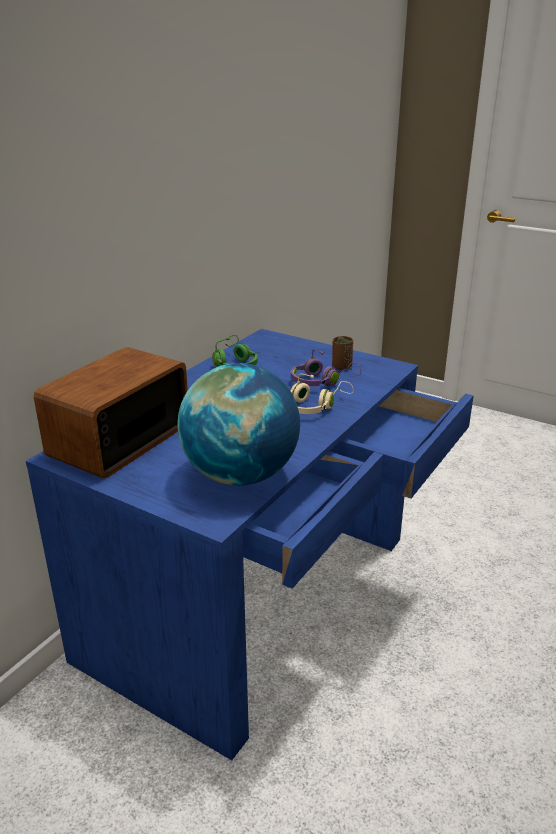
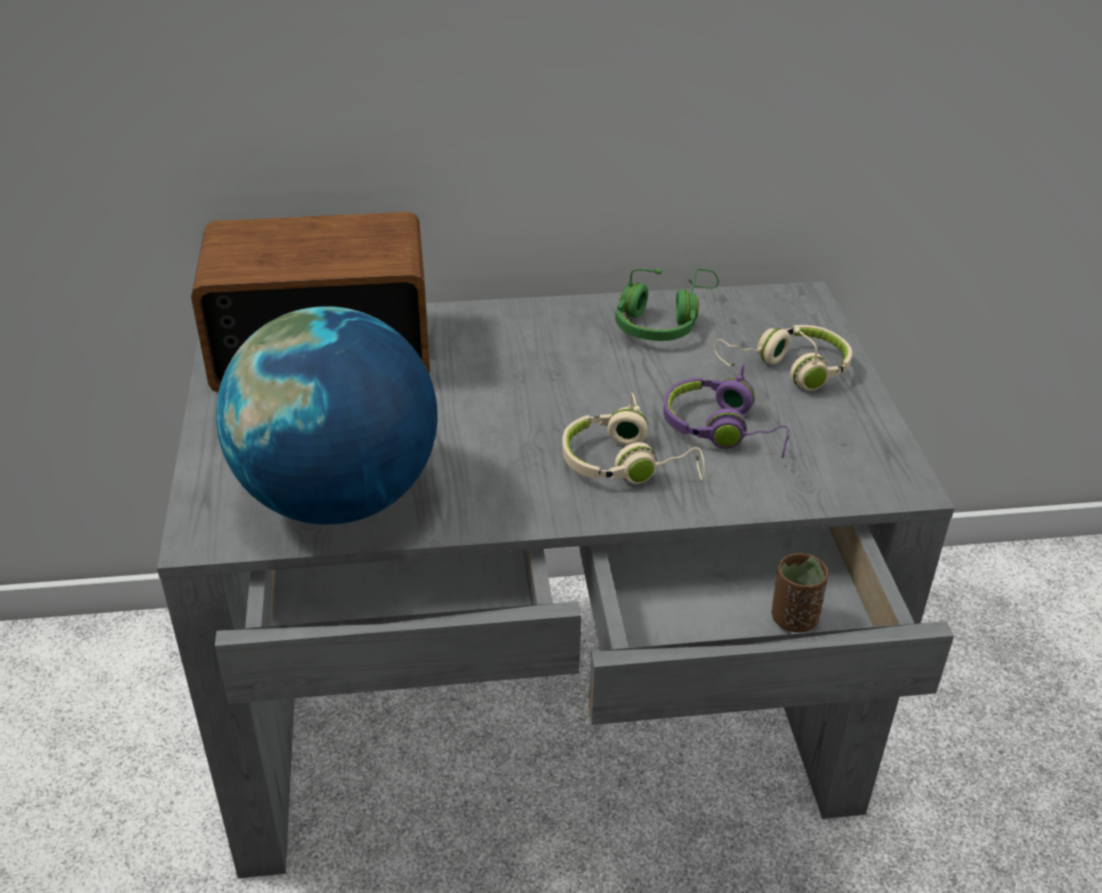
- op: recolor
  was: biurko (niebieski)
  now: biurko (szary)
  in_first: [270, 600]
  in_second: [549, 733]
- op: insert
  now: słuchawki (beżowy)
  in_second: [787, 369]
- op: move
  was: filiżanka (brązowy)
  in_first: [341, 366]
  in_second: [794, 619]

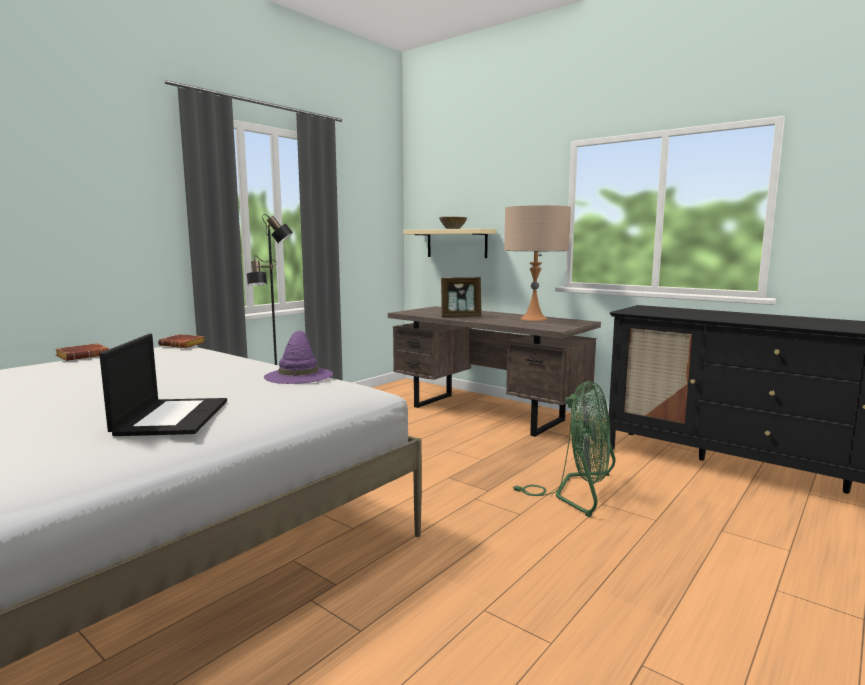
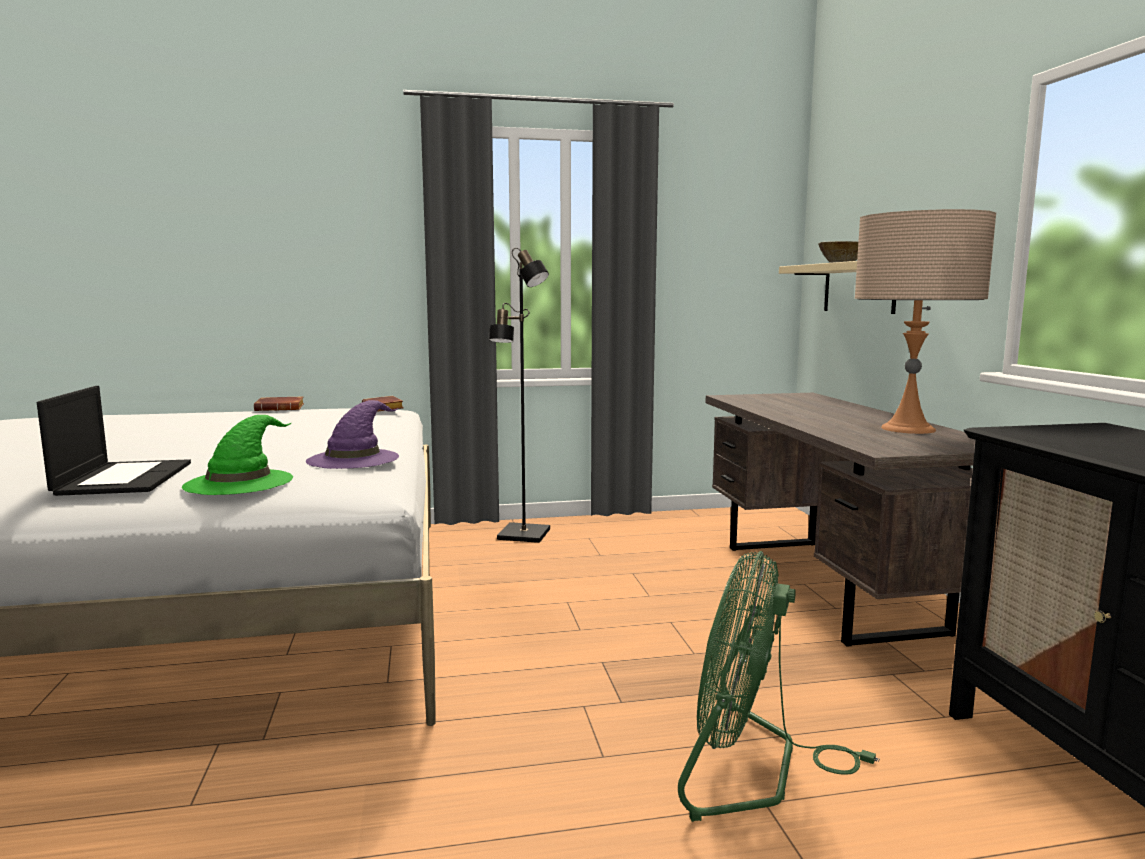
- op: rotate
  was: laptop
  in_first: [172, 417]
  in_second: [124, 478]
  clockwise: -45
- op: insert
  now: kapelusz (zielony)
  in_second: [240, 481]
- op: rotate
  was: wentylator (zielony)
  in_first: [576, 491]
  in_second: [756, 762]
  clockwise: 135
- op: delete
  was: ramka na zdjęcie
  in_first: [461, 317]

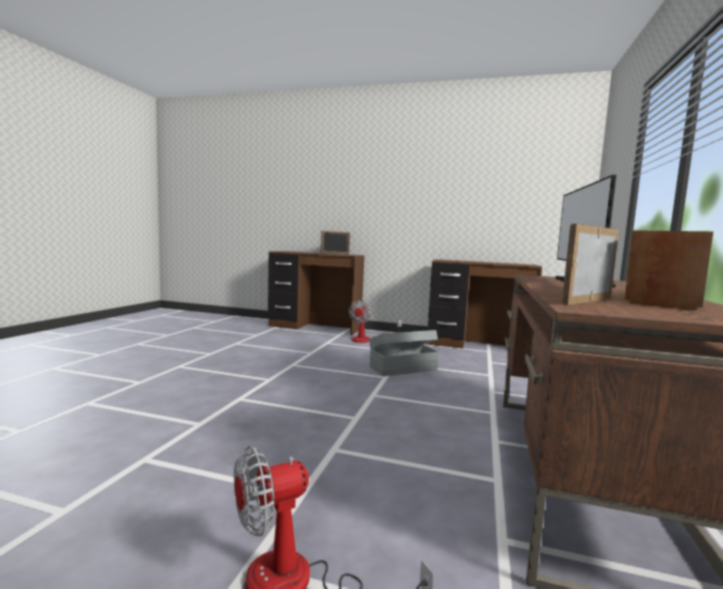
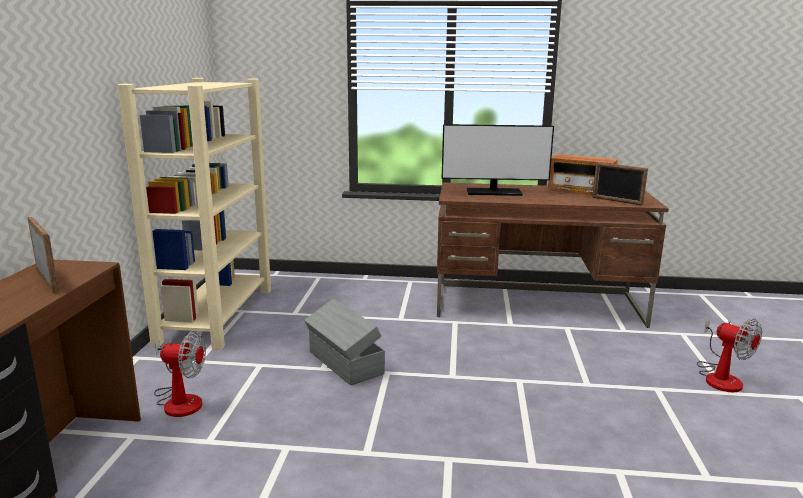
- op: replace
  was: biurko (brązowy)
  now: regał (beżowy)
  in_first: [478, 346]
  in_second: [217, 315]

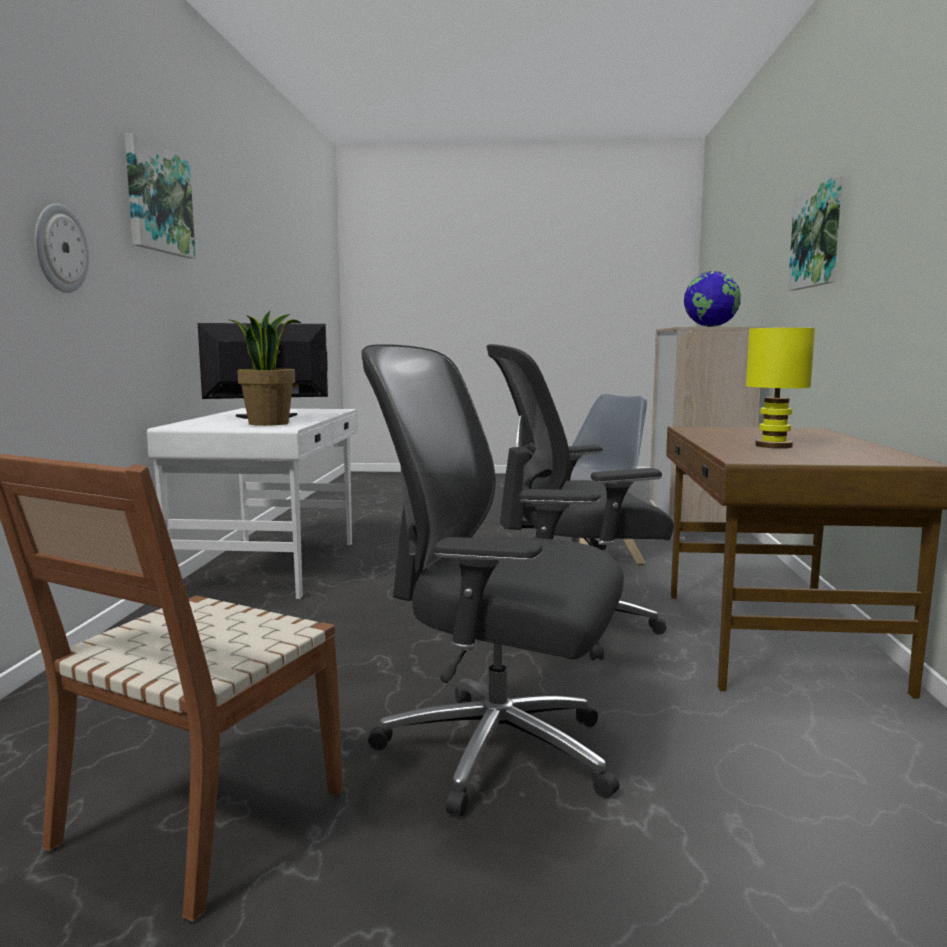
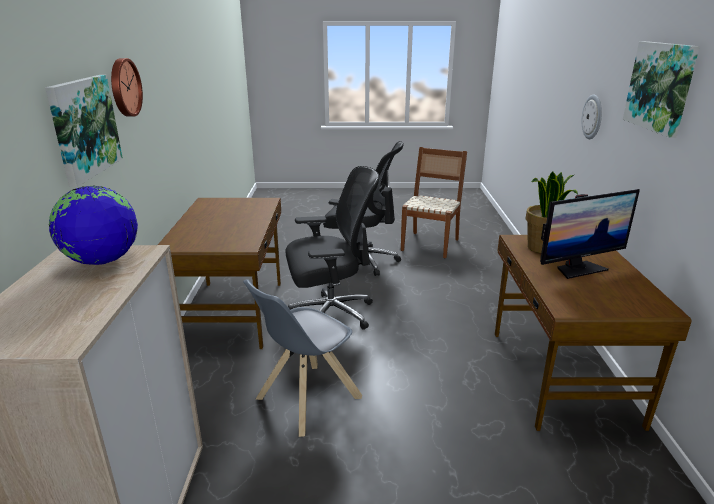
- op: insert
  now: zegar ścienny
  in_second: [124, 87]
- op: recolor
  was: biurko (biały)
  now: biurko (brązowy)
  in_first: [272, 566]
  in_second: [560, 376]
- op: delete
  was: lampa stołowa (żółty)
  in_first: [774, 445]

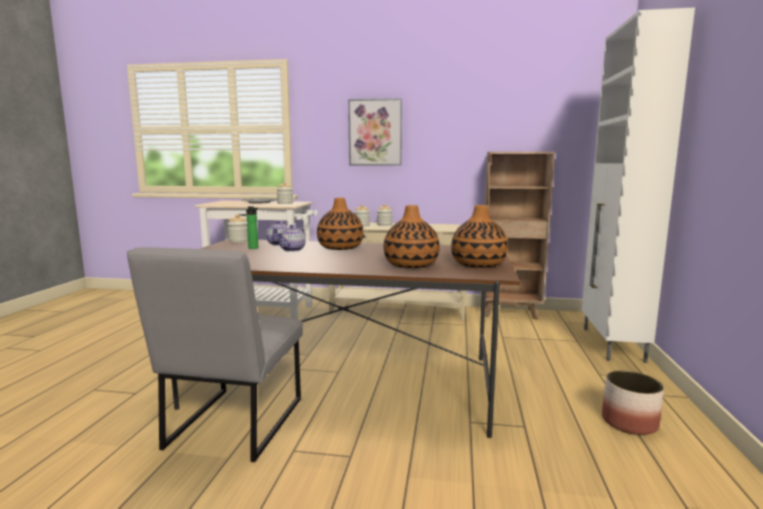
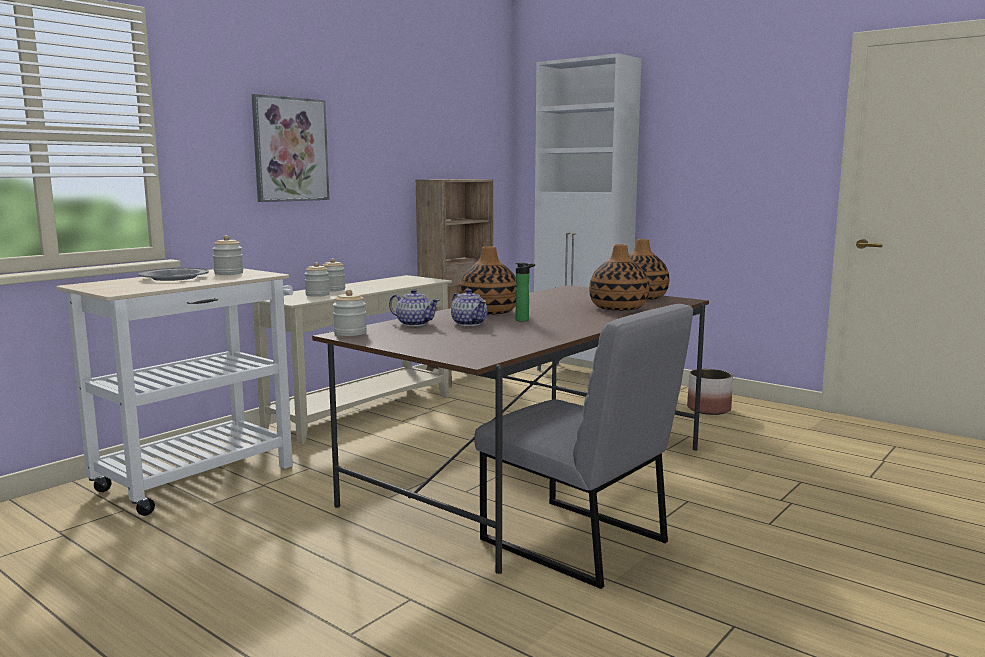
- op: move
  was: butelka
  in_first: [254, 248]
  in_second: [524, 320]

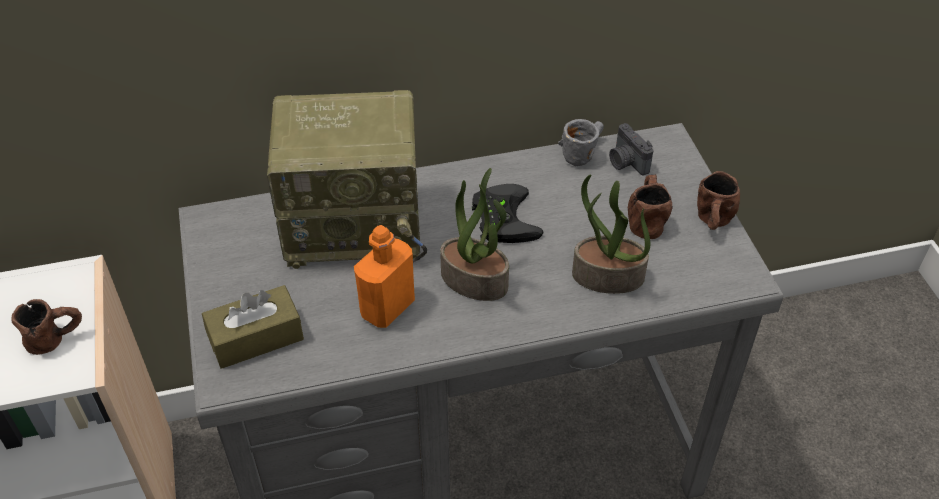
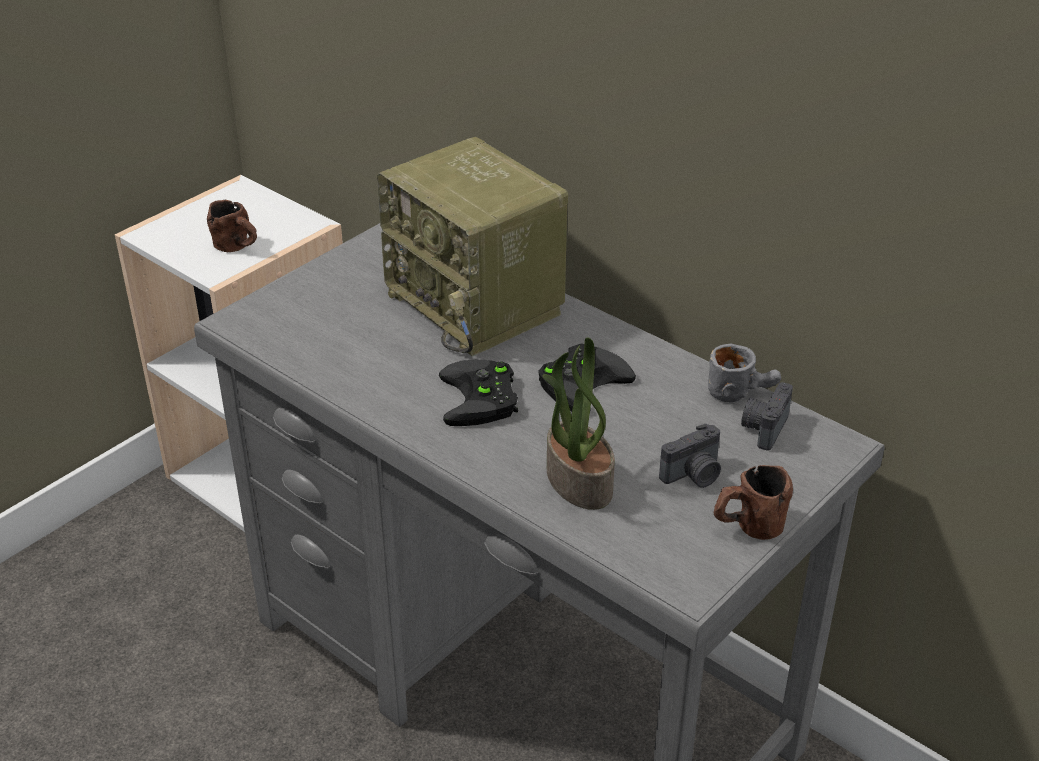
- op: replace
  was: roślina doniczkowa
  now: pad do gier (czarny)
  in_first: [475, 280]
  in_second: [482, 400]
- op: replace
  was: kubek (brązowy)
  now: aparat fotograficzny
  in_first: [645, 218]
  in_second: [694, 475]
- op: delete
  was: pudełko chusteczek (brązowy)
  in_first: [256, 338]
- op: delete
  was: butelka (pomarańczowy)
  in_first: [387, 308]

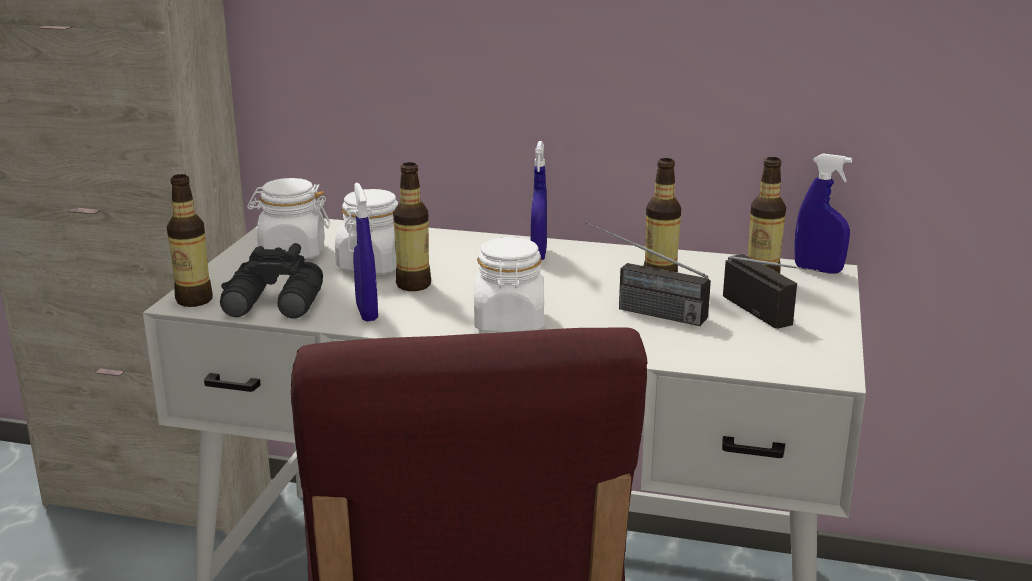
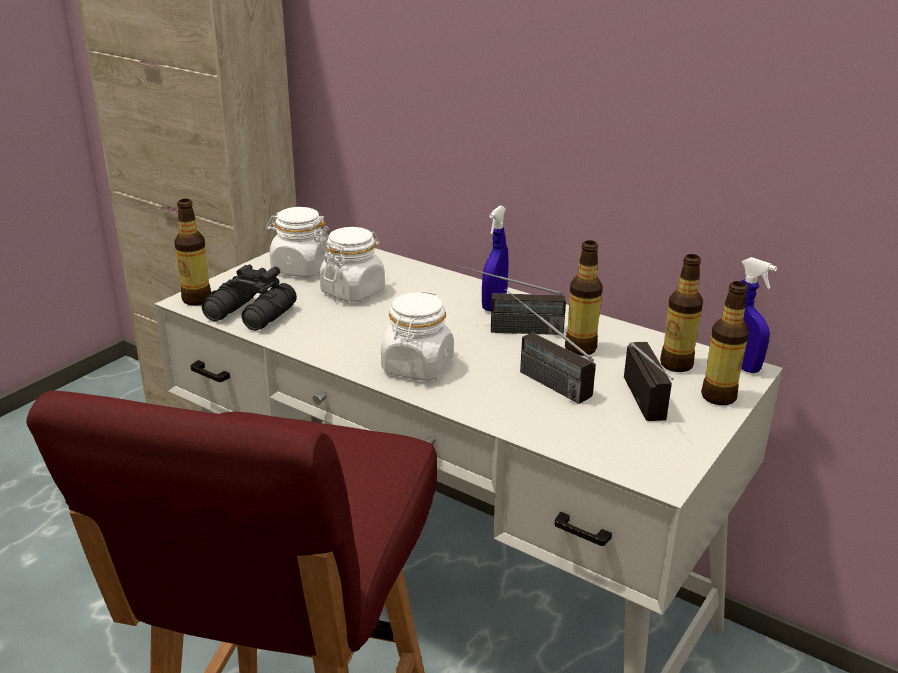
- op: insert
  now: radio
  in_second: [507, 330]
- op: move
  was: butelka
  in_first: [413, 285]
  in_second: [718, 397]
- op: delete
  was: spryskiwacz (niebieski)
  in_first: [367, 312]

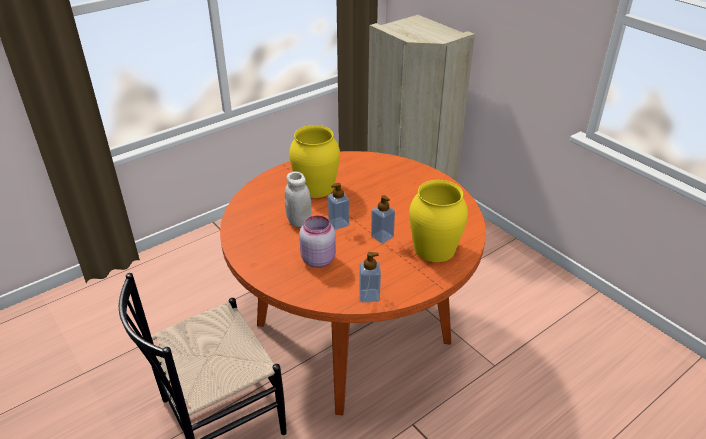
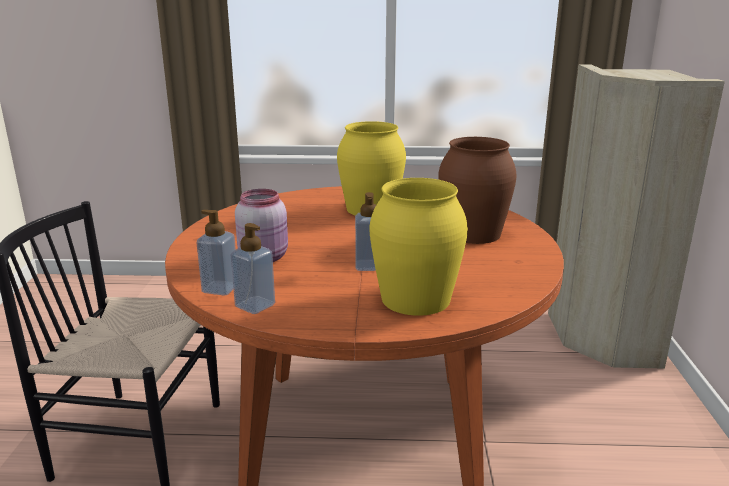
- op: move
  was: dozownik mydła
  in_first: [338, 224]
  in_second: [220, 289]
- op: insert
  now: wazon (brązowy)
  in_second: [473, 233]
- op: delete
  was: słoik (biały)
  in_first: [299, 221]

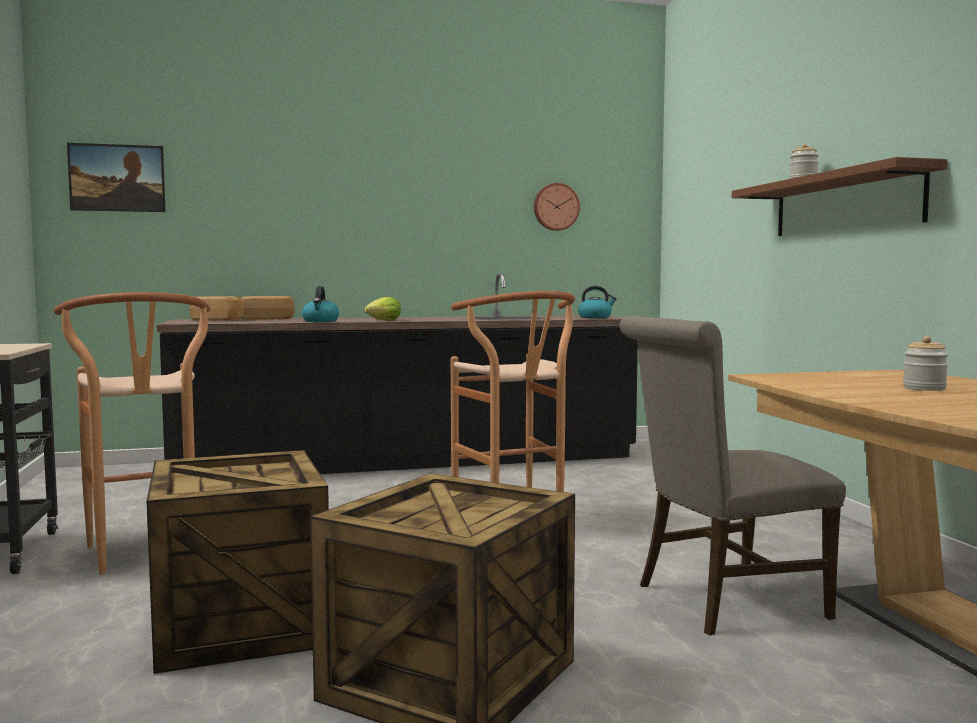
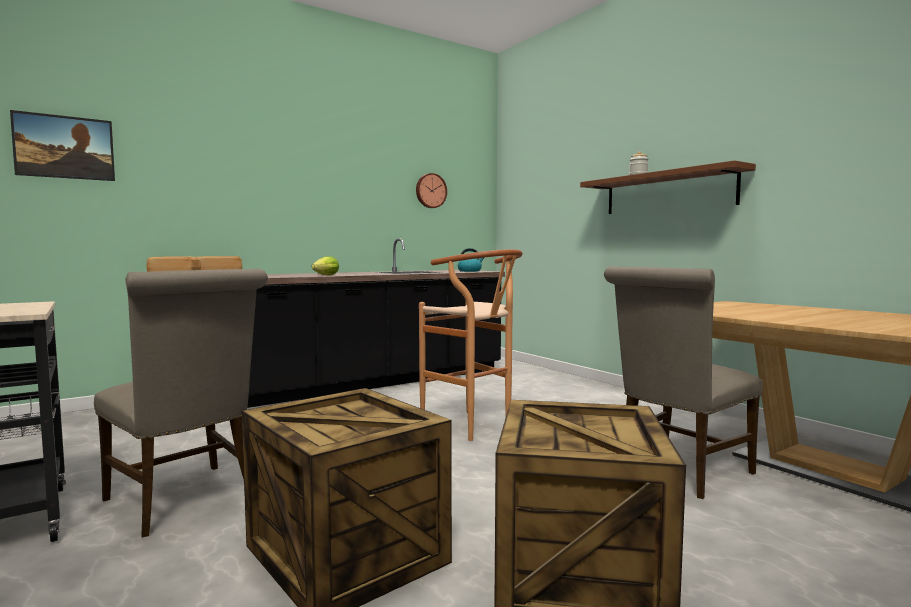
- op: replace
  was: stołek (brązowy)
  now: krzesło (beżowy)
  in_first: [145, 557]
  in_second: [186, 501]
- op: delete
  was: czajnik
  in_first: [320, 321]
- op: delete
  was: słoik
  in_first: [924, 388]

